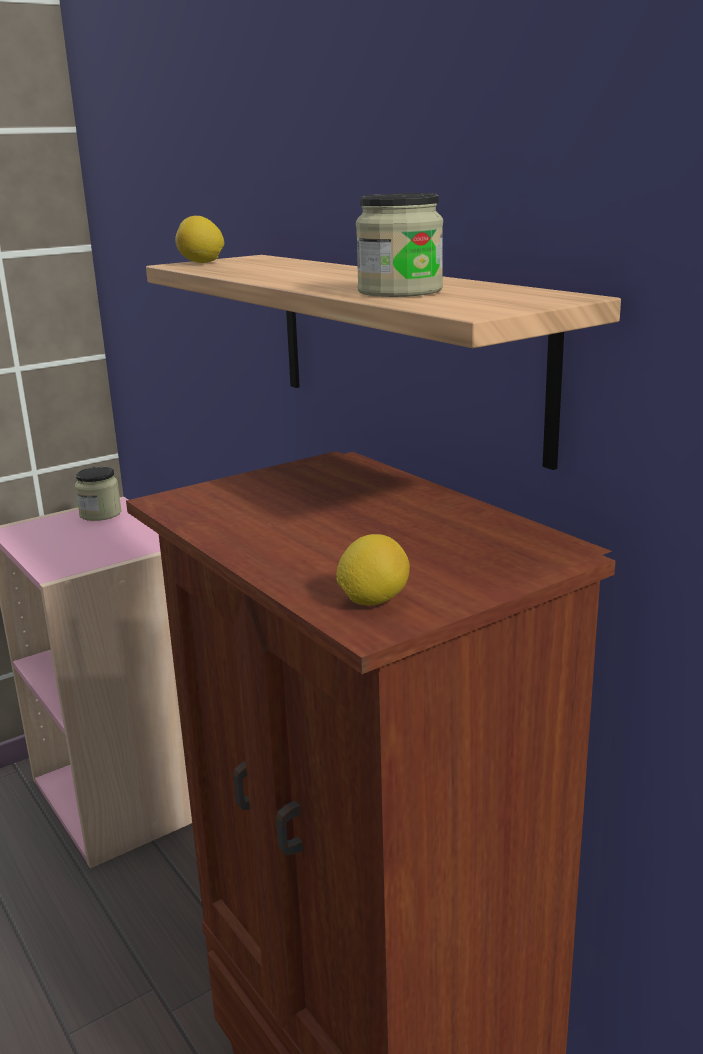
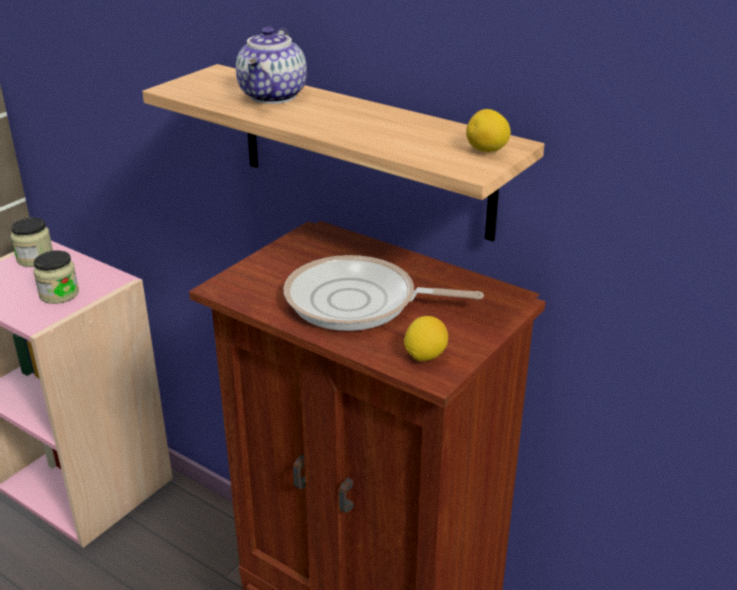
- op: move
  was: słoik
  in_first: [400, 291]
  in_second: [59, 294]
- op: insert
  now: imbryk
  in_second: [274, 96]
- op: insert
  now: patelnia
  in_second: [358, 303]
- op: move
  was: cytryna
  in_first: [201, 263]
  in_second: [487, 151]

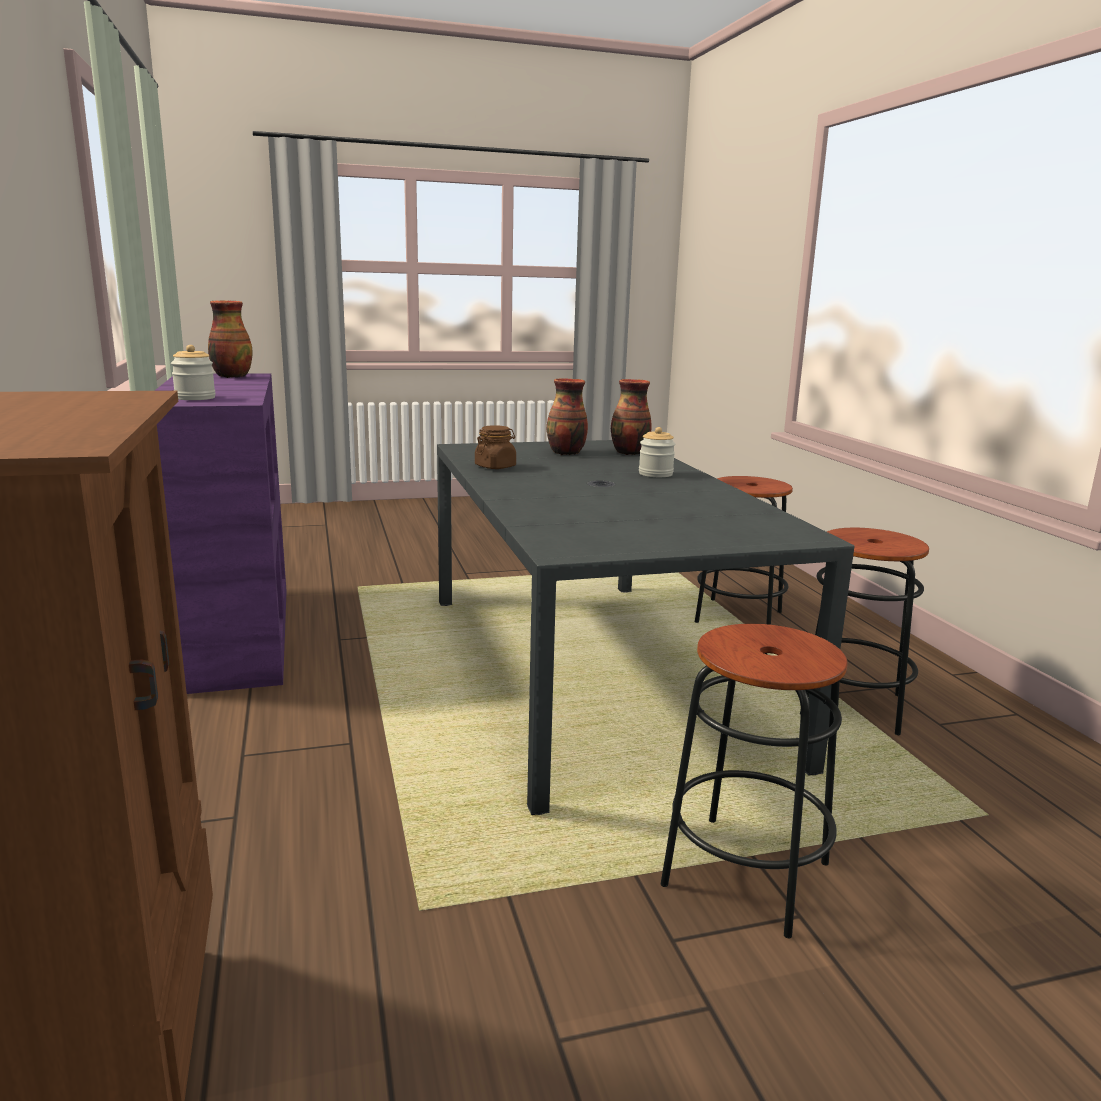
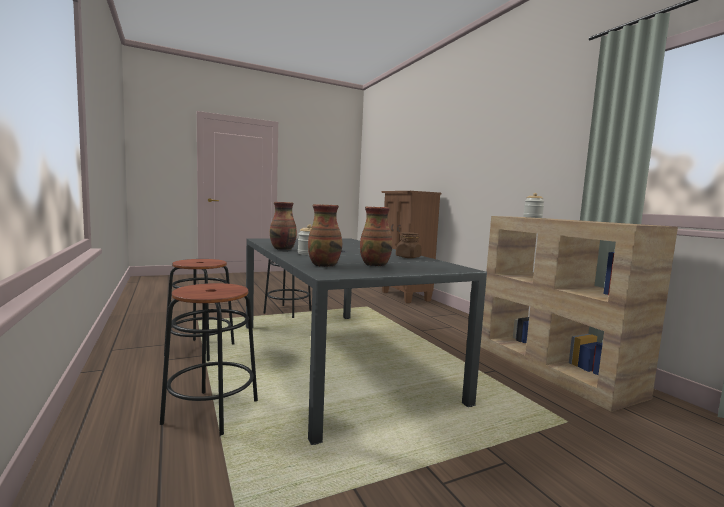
- op: move
  was: wazon
  in_first: [231, 376]
  in_second: [283, 249]
- op: recolor
  was: regał (fioletowy)
  now: regał (brązowy)
  in_first: [233, 636]
  in_second: [554, 369]

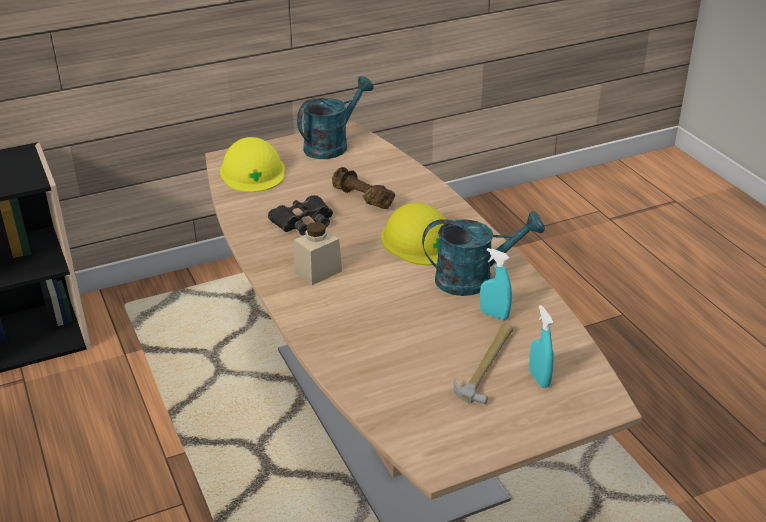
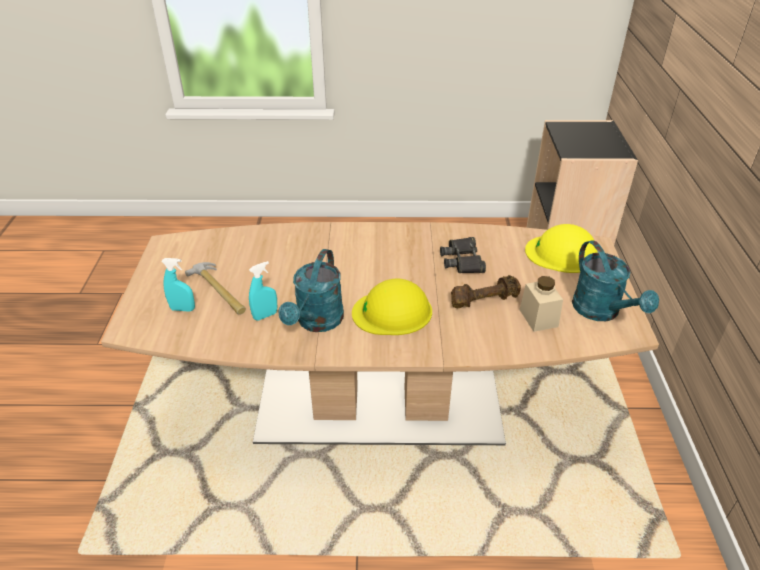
- op: move
  was: słoik (beżowy)
  in_first: [318, 271]
  in_second: [538, 318]

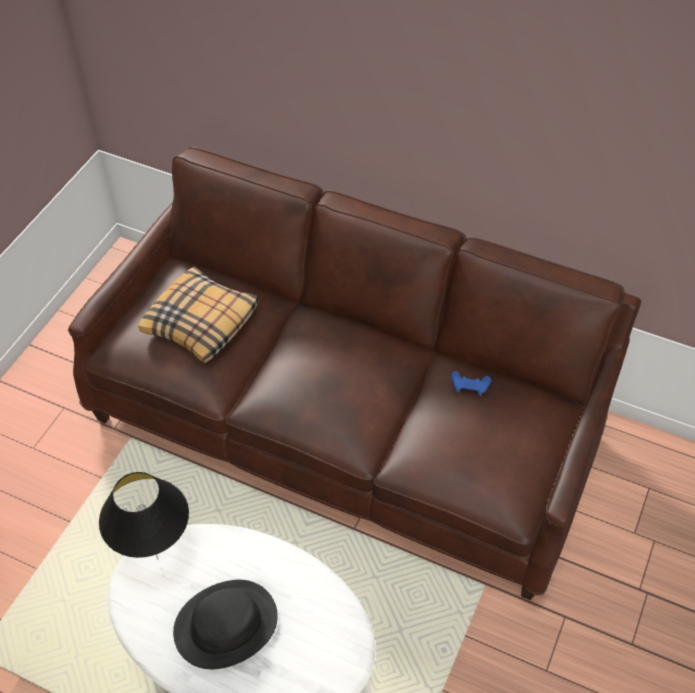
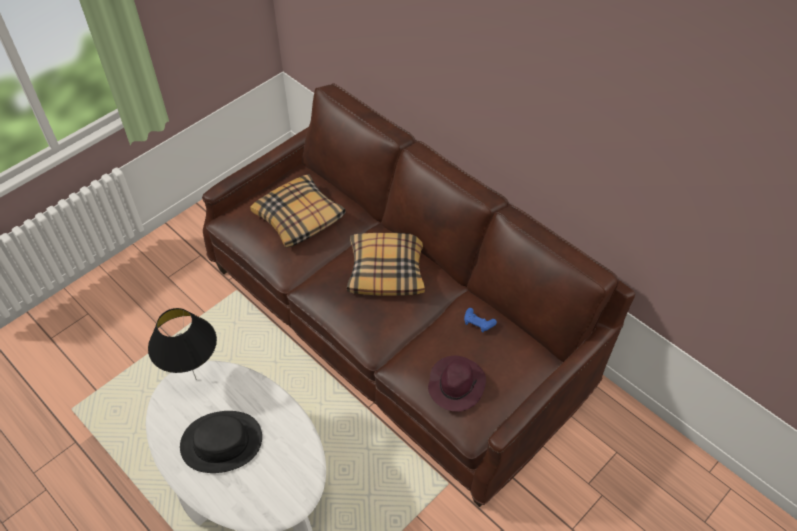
- op: insert
  now: poduszka
  in_second: [386, 270]
- op: insert
  now: kapelusz (fioletowy)
  in_second: [456, 384]

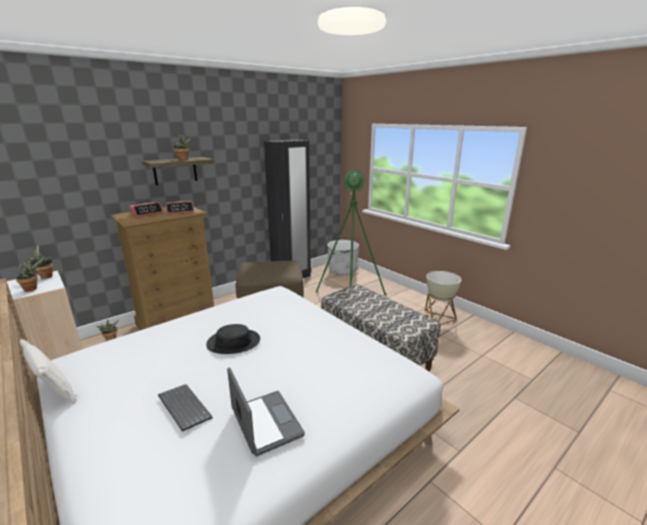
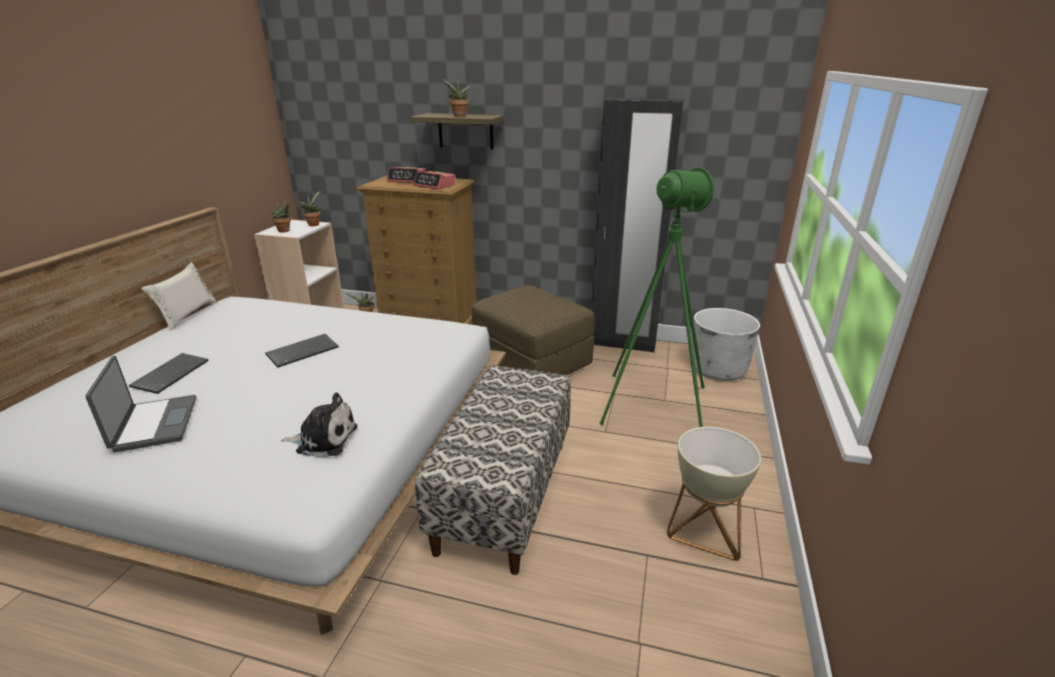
- op: rotate
  was: laptop
  in_first: [265, 423]
  in_second: [154, 424]
  clockwise: -45
- op: replace
  was: kapelusz (czarny)
  now: klawiatura
  in_first: [233, 342]
  in_second: [303, 351]
- op: insert
  now: pluszak
  in_second: [324, 439]

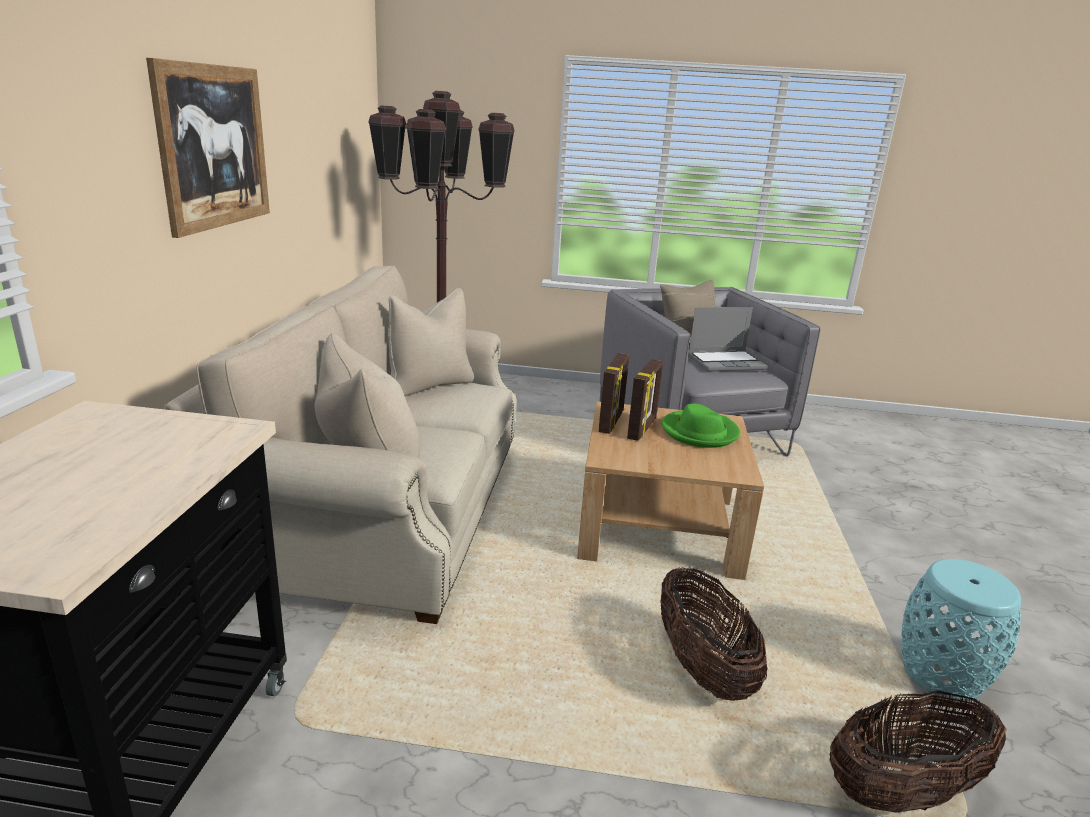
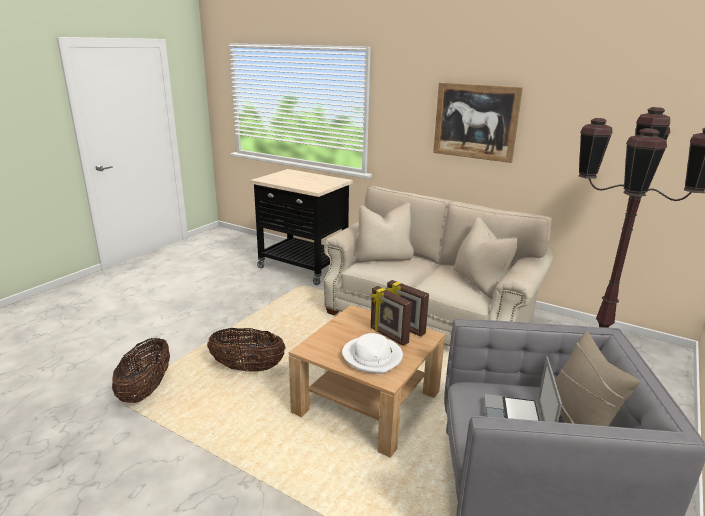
- op: recolor
  was: kapelusz (zielony)
  now: kapelusz (biały)
  in_first: [699, 432]
  in_second: [372, 357]
- op: delete
  was: stołek (turkusowy)
  in_first: [941, 675]

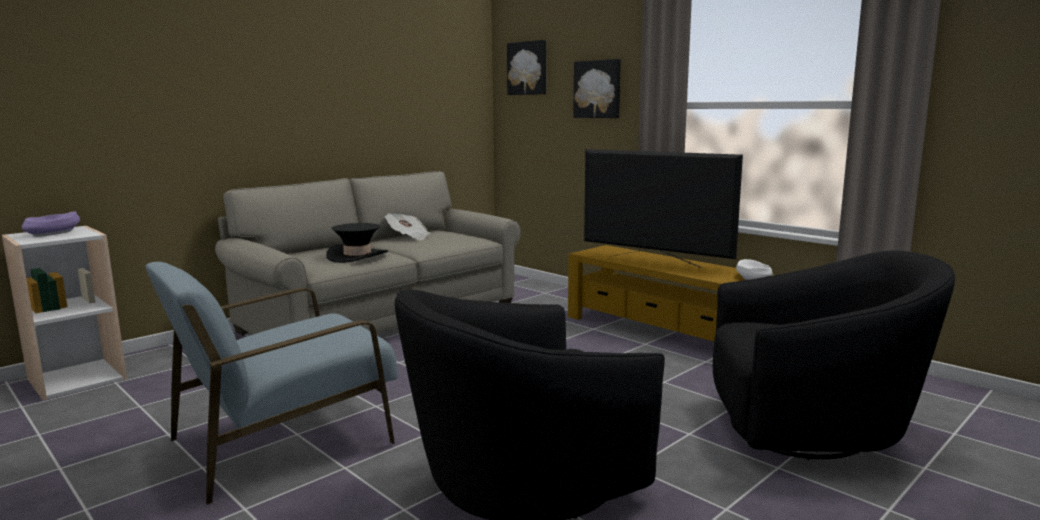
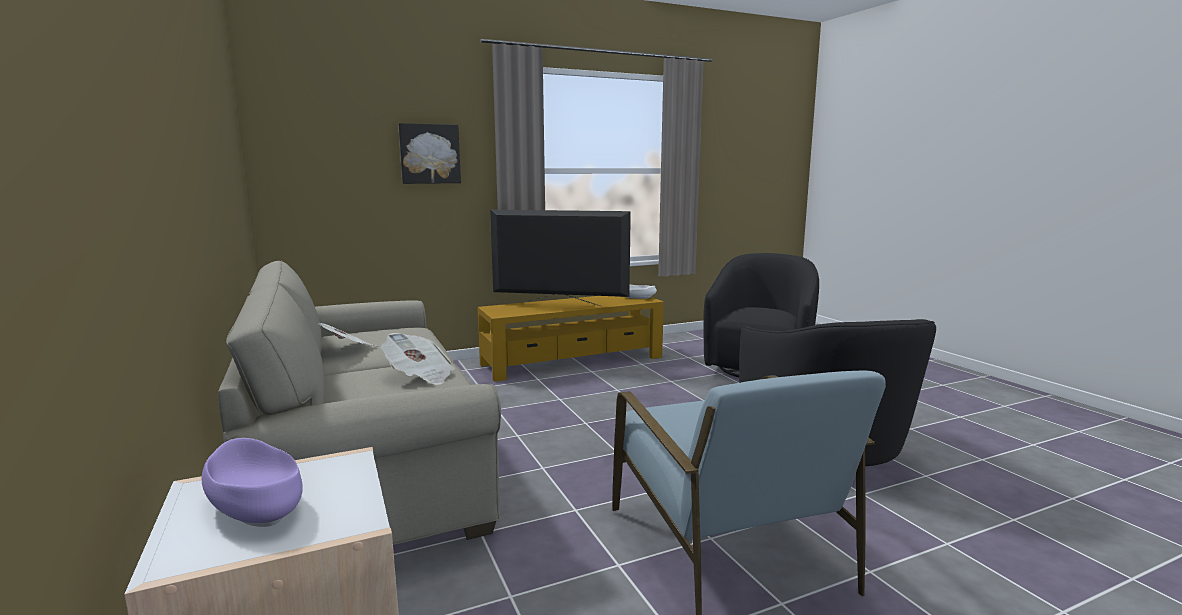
- op: replace
  was: kapelusz (czarny)
  now: gazeta
  in_first: [357, 256]
  in_second: [420, 376]
- op: rotate
  was: telewizor
  in_first: [655, 261]
  in_second: [559, 305]
  clockwise: -135
- op: delete
  was: obraz
  in_first: [528, 68]

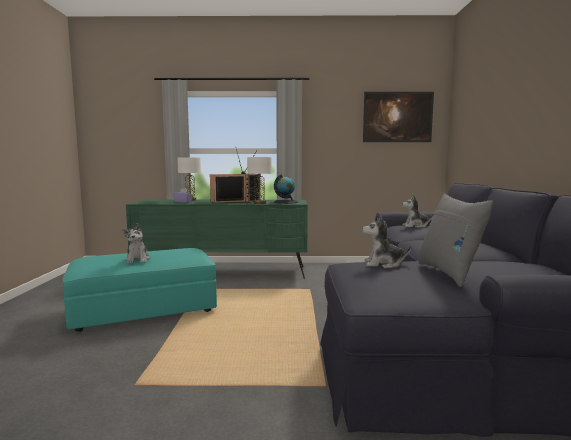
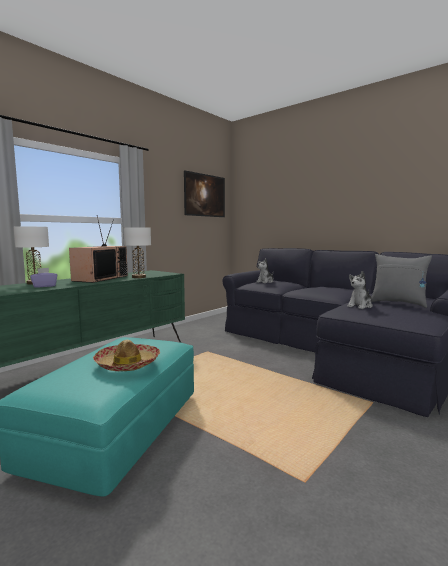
- op: replace
  was: pluszak
  now: kapelusz
  in_first: [137, 260]
  in_second: [127, 364]
- op: delete
  was: globus
  in_first: [285, 202]

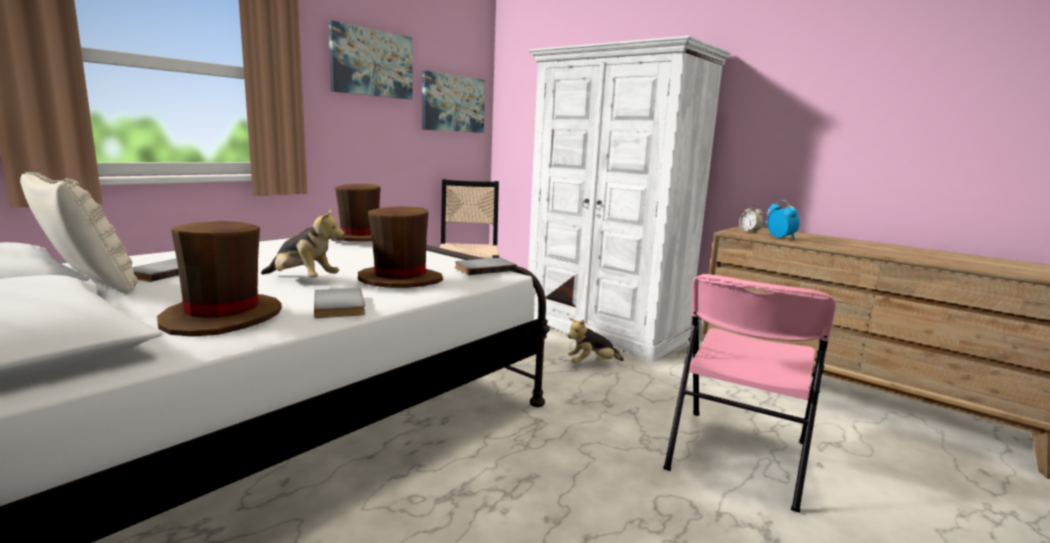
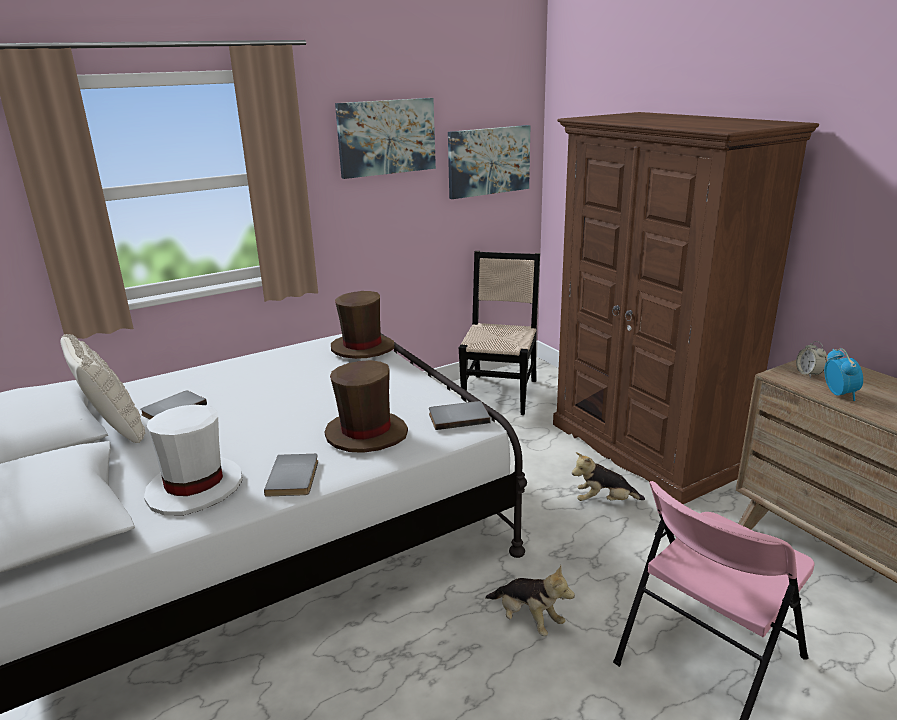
- op: recolor
  was: kapelusz (brązowy)
  now: kapelusz (biały)
  in_first: [223, 317]
  in_second: [195, 488]
- op: move
  was: pluszak
  in_first: [303, 280]
  in_second: [528, 619]
- op: recolor
  was: szafa (biały)
  now: szafa (brązowy)
  in_first: [604, 329]
  in_second: [644, 447]

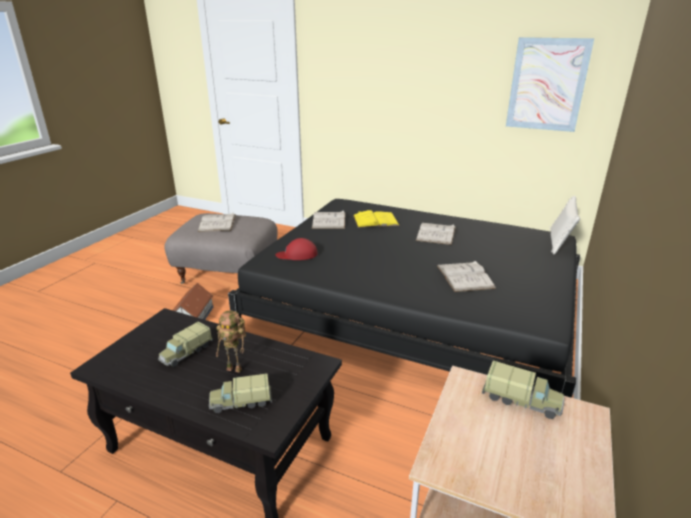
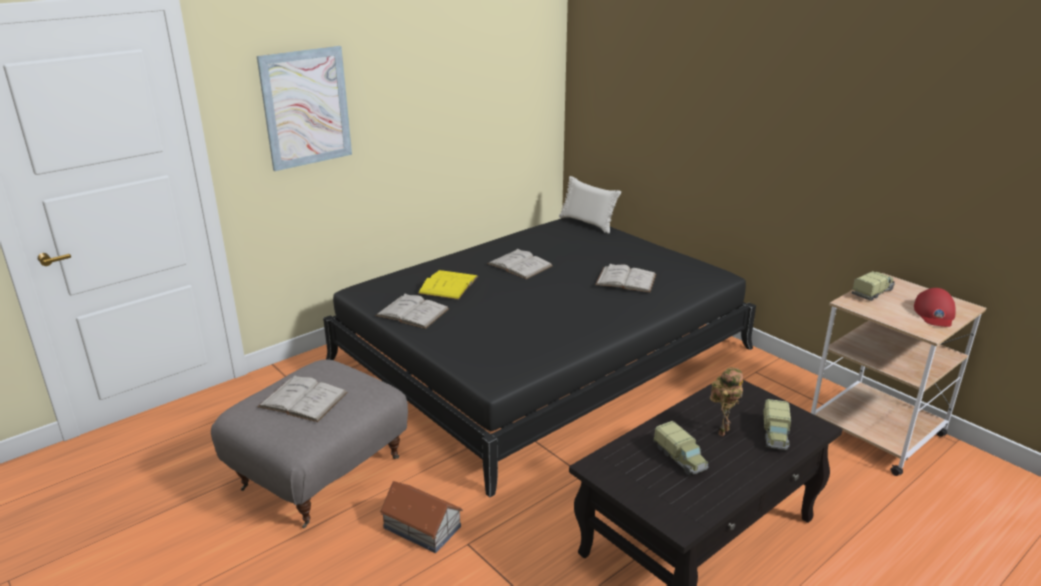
- op: move
  was: obraz
  in_first: [547, 85]
  in_second: [306, 108]
- op: move
  was: czapka z daszkiem (czerwony)
  in_first: [297, 254]
  in_second: [934, 313]

